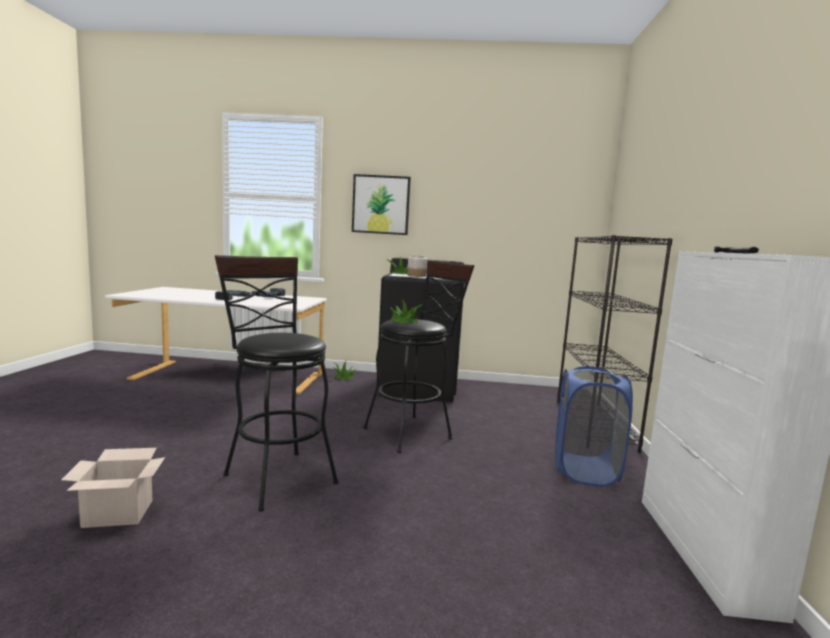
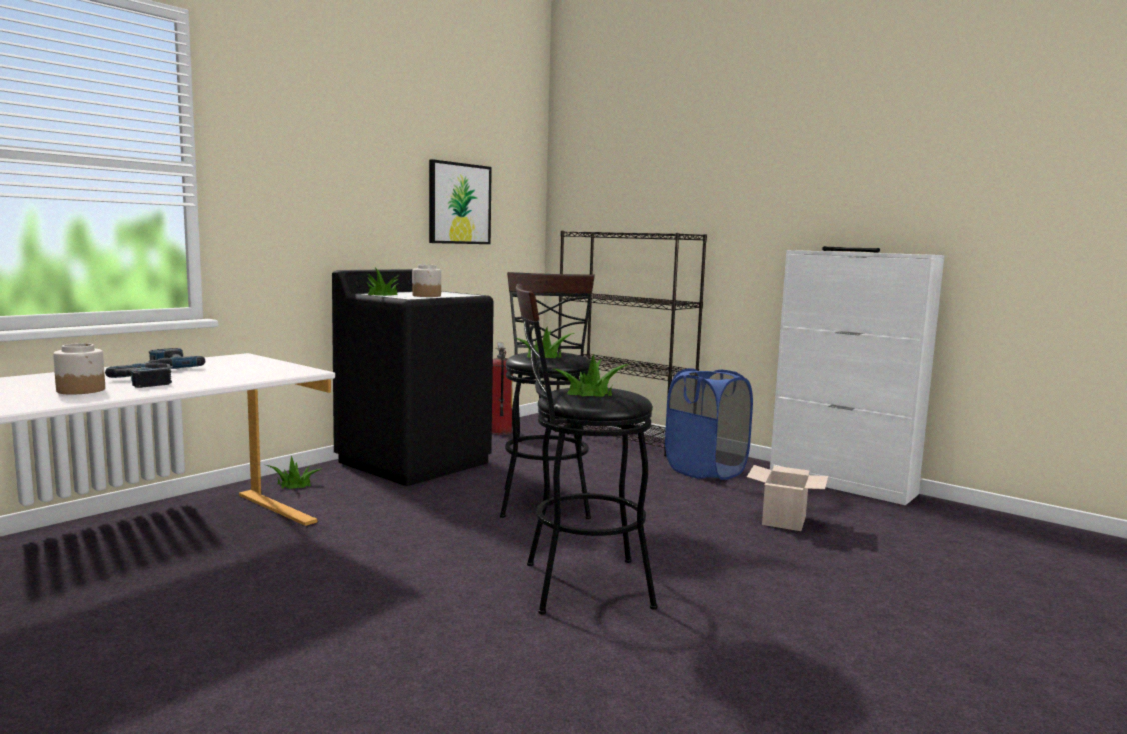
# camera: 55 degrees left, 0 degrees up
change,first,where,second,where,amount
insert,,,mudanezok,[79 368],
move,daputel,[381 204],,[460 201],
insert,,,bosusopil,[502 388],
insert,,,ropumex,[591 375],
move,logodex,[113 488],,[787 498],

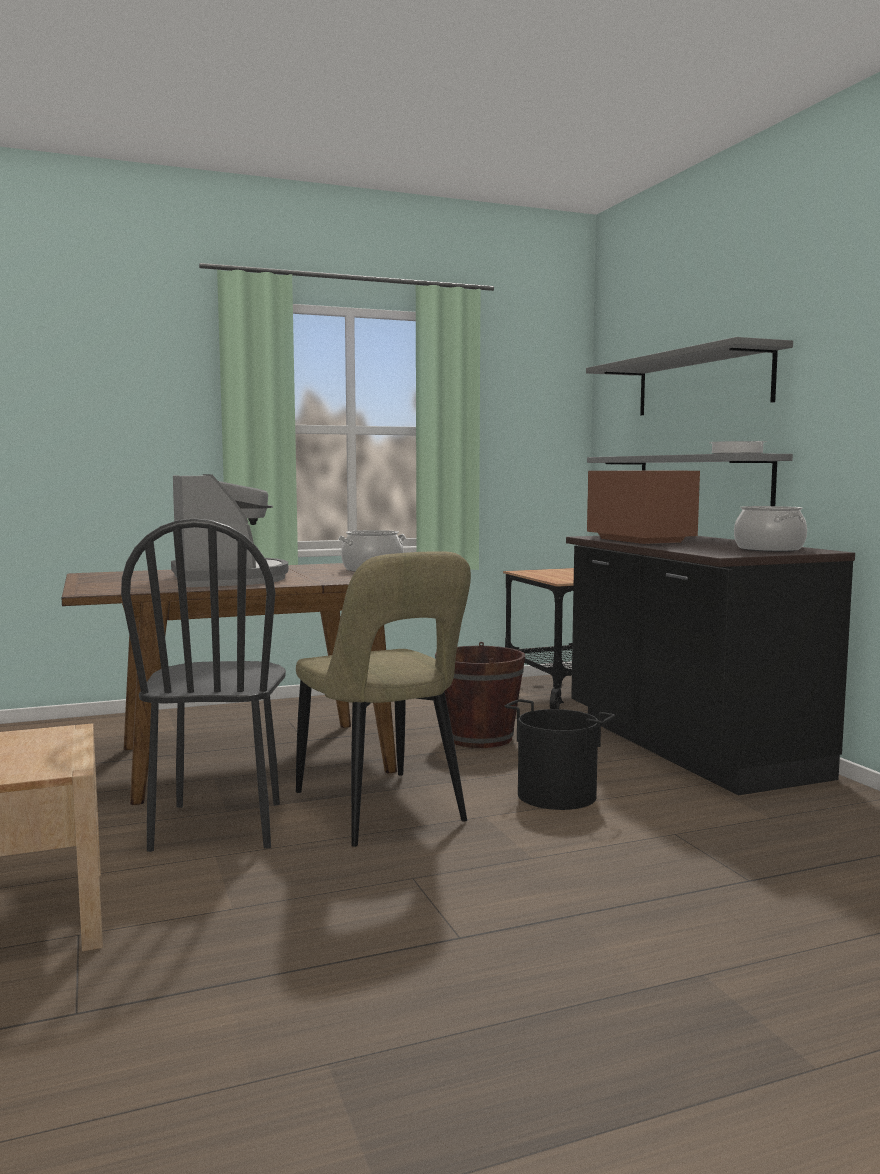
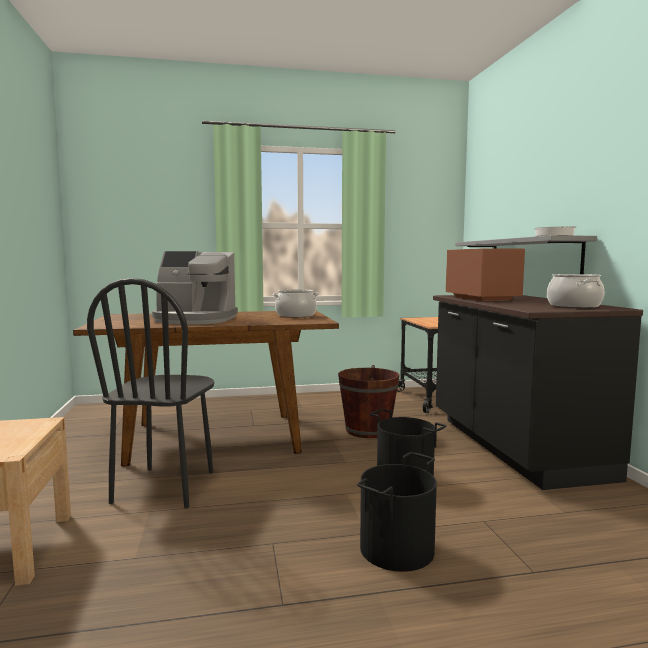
# camera: 10 degrees right, 0 degrees up
change,first,where,second,where,amount
rotate,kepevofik,[229 530],,[195 288],105 degrees clockwise
insert,,,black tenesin,[397 512],
delete,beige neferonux,[383 699],,,
delete,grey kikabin,[689 376],,,

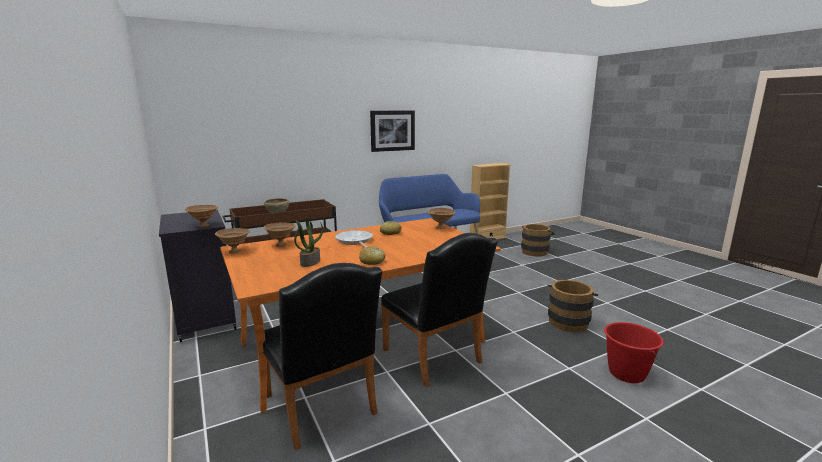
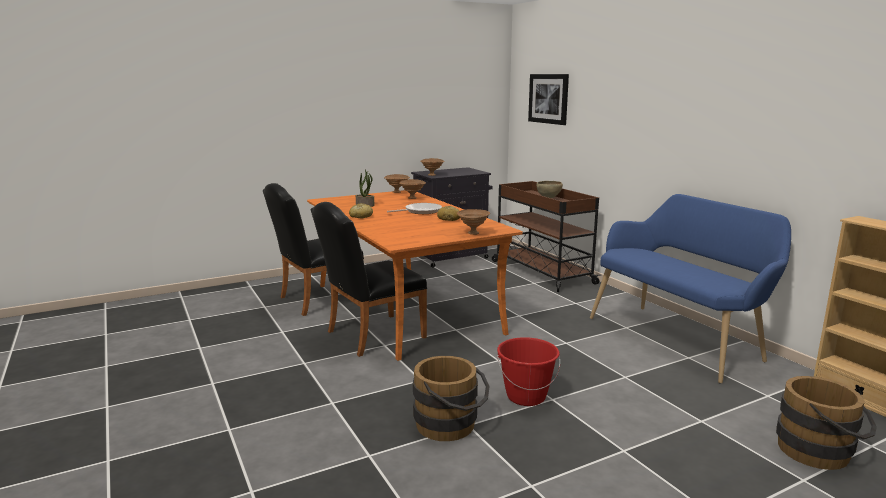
# camera: 90 degrees right, 0 degrees up
change,first,where,second,where,amount
move,red tenesin,[634 352],,[528 371],
move,daputel,[392 131],,[548 99],

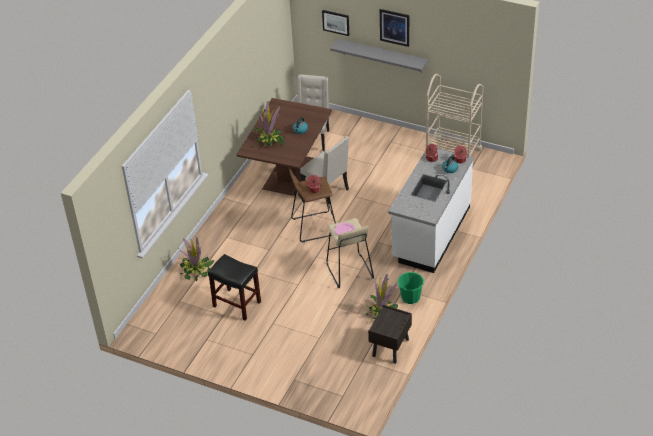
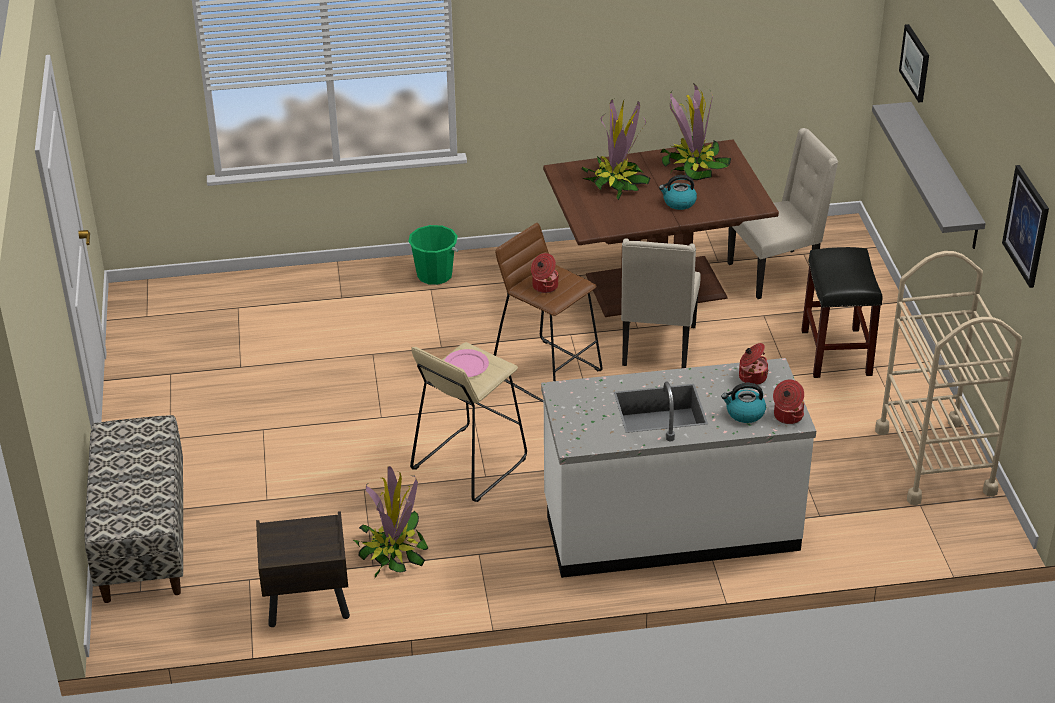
# camera: 55 degrees right, 5 degrees down
change,first,where,second,where,amount
insert,,,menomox,[133 509],
move,green tenesin,[410 288],,[433 255],
move,ropumex,[196 258],,[696 131],
move,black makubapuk,[234 287],,[841 312],
move,daputel,[394 28],,[1025 226],

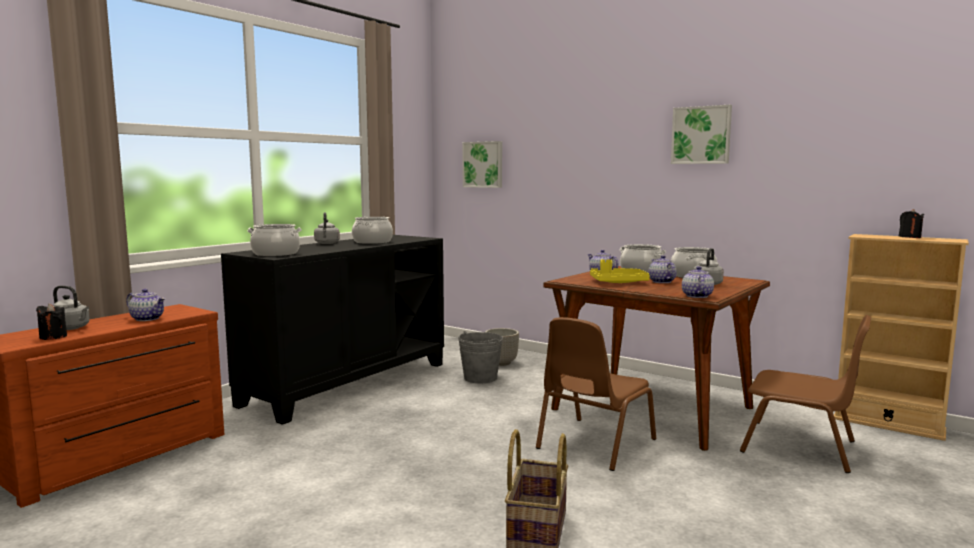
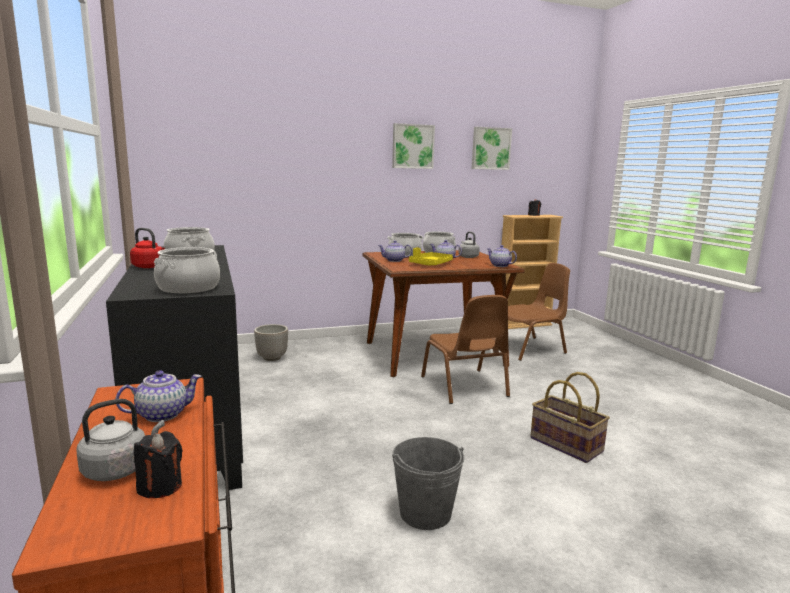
# camera: 55 degrees left, 5 degrees up
change,first,where,second,where,amount
recolor,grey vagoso,[327 228],red vagoso,[147 248],
move,grey tenesin,[480 357],,[428 483],
move,daputel,[482 164],,[492 148],

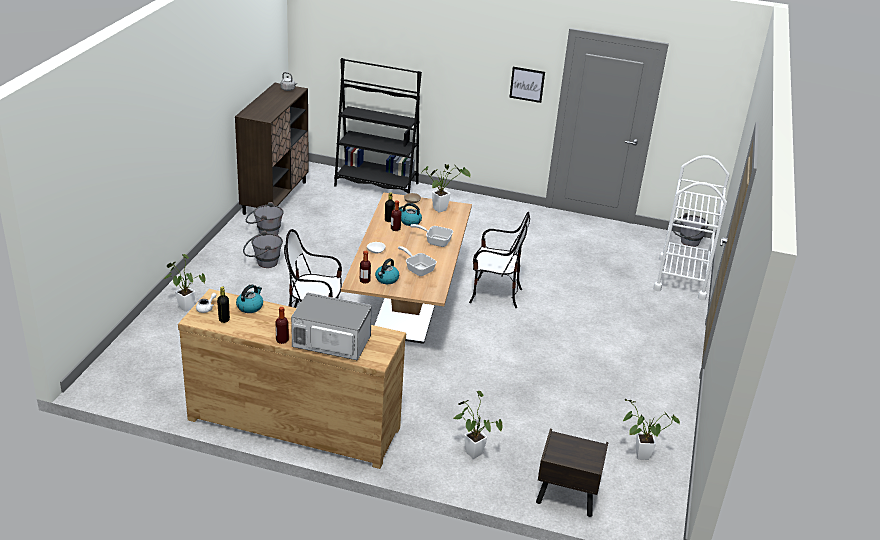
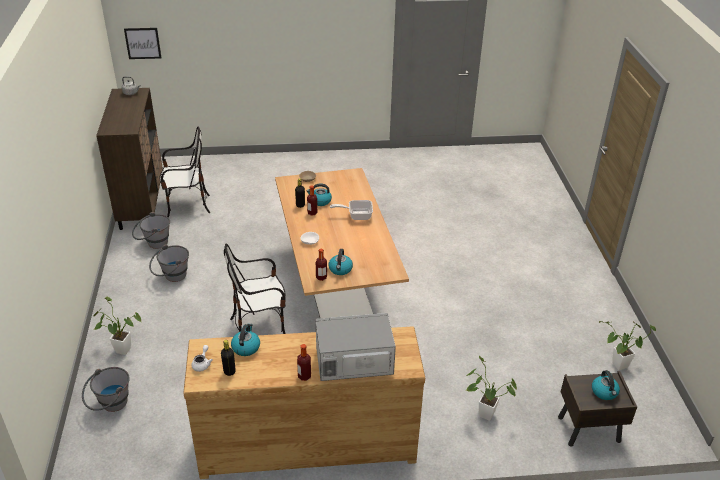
# camera: 20 degrees left, 5 degrees up
change,first,where,second,where,amount
move,grey tenesin,[690 230],,[106 389],
move,daputel,[527 85],,[142 43],
move,neferonux,[499 260],,[185 172],
insert,,,vagoso,[606 385],
delete,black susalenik,[378 126],,,
delete,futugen,[417 261],,,
delete,ropumex,[446 188],,,
delete,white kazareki,[691 227],,,

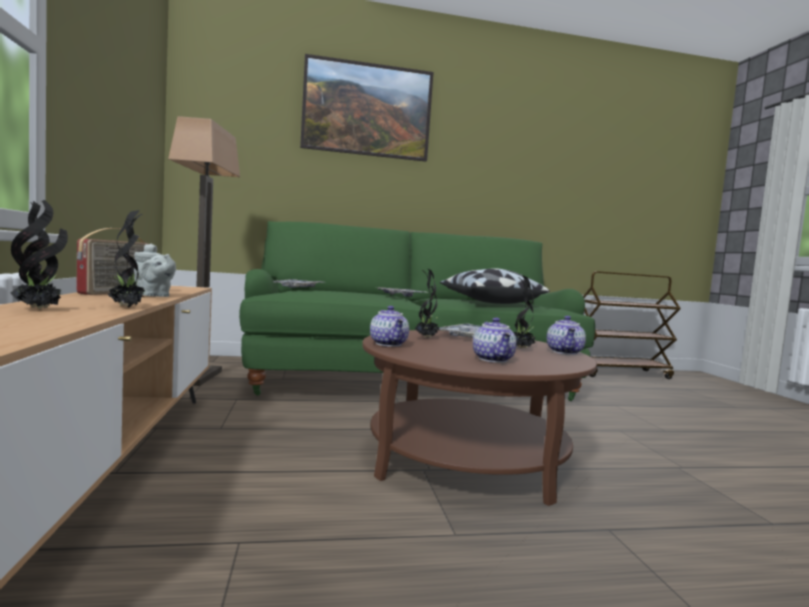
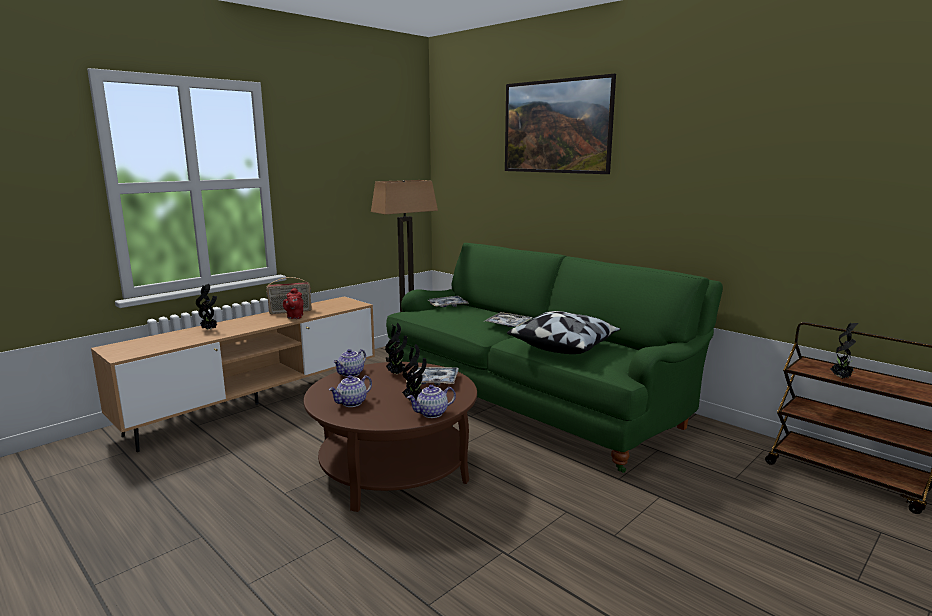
# camera: 55 degrees right, 10 degrees up
change,first,where,second,where,amount
recolor,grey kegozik,[155 270],red kegozik,[293 303],
move,ropumex,[128 259],,[844 351],

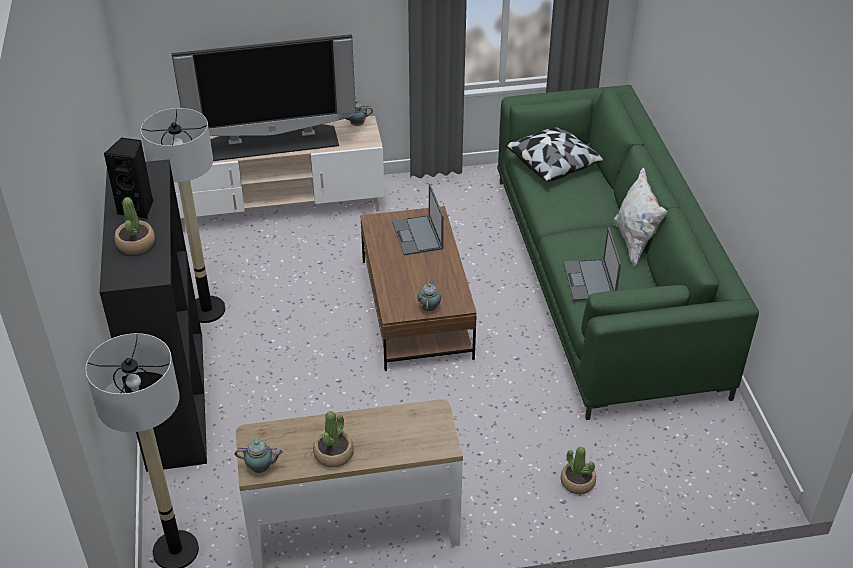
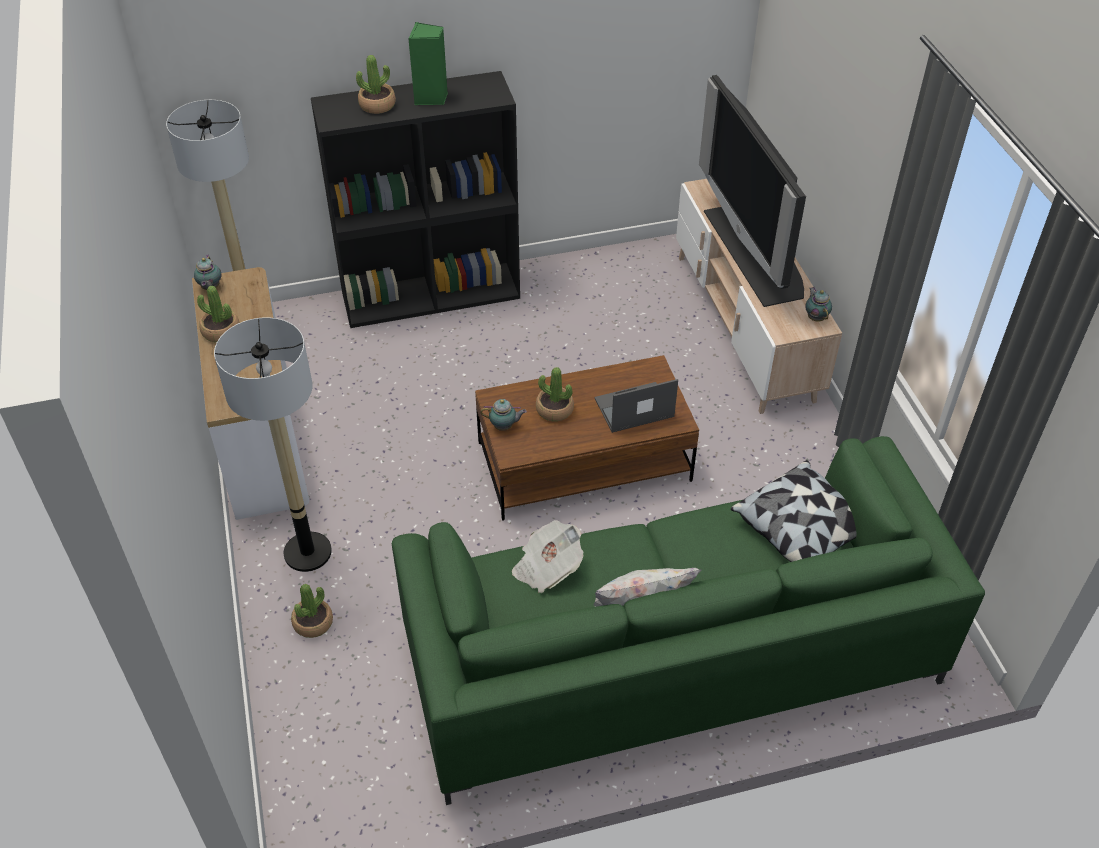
# camera: 85 degrees right, 5 degrees up
change,first,where,second,where,amount
move,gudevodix,[183 215],,[273 444],
recolor,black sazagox,[128 178],green sazagox,[428 64],
replace,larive,[592 264],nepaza,[548 556],
insert,,,ropumex,[555 394],

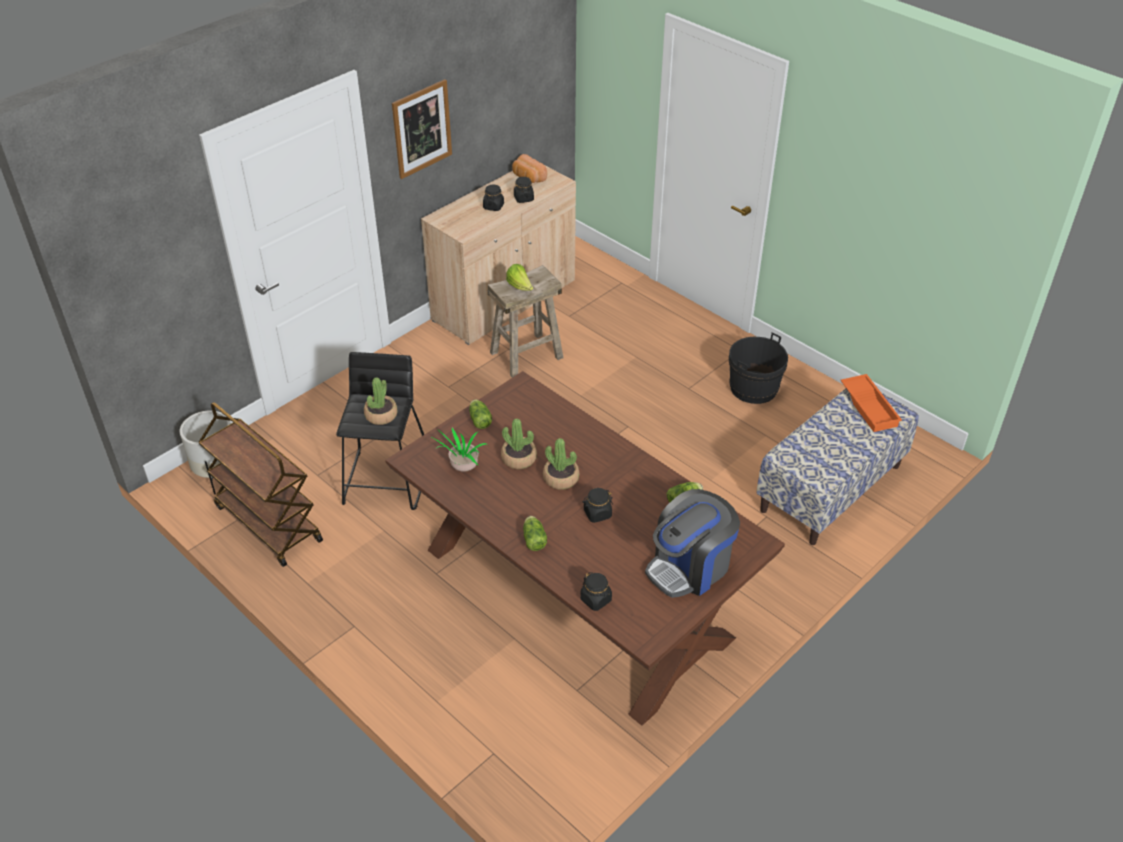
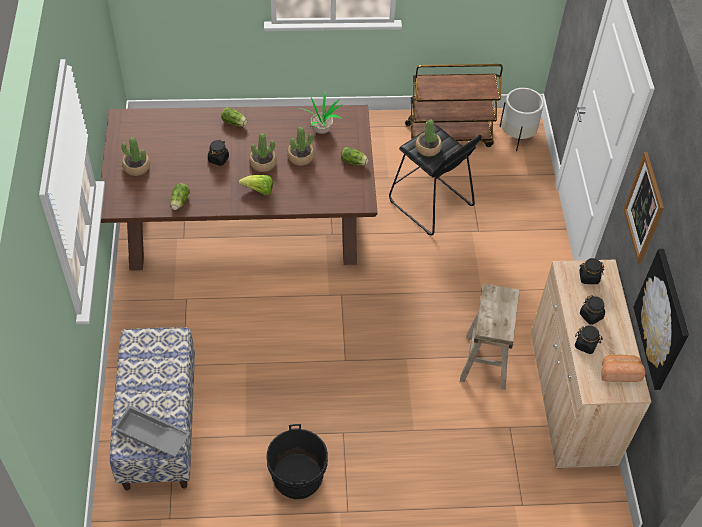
# camera: 130 degrees right, 10 degrees up
change,first,where,second,where,amount
recolor,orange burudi,[871 403],grey burudi,[151 431],
replace,kepevofik,[692 543],ropumex,[135 156],
move,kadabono,[519 277],,[255 185],
move,black mudanezok,[596 591],,[592 271],
insert,,,daputel,[661 319],

